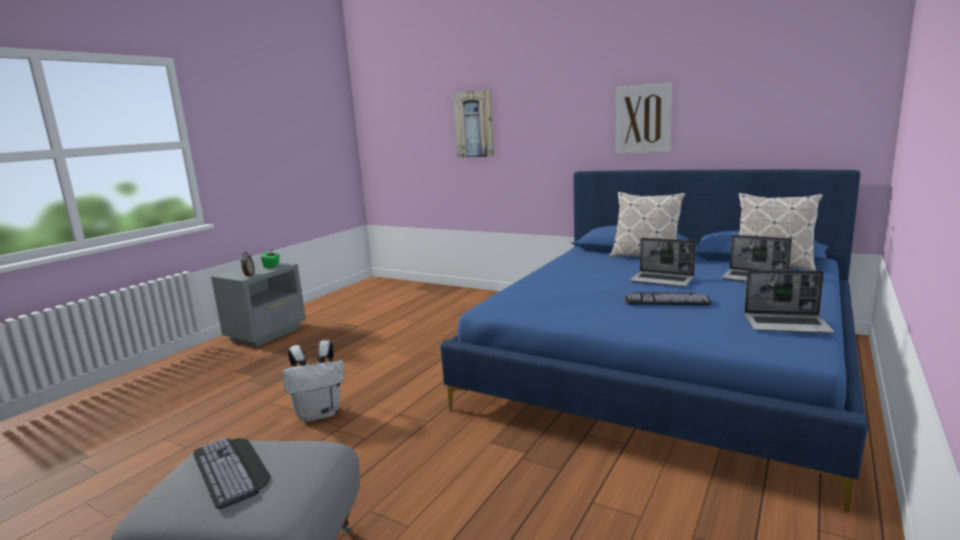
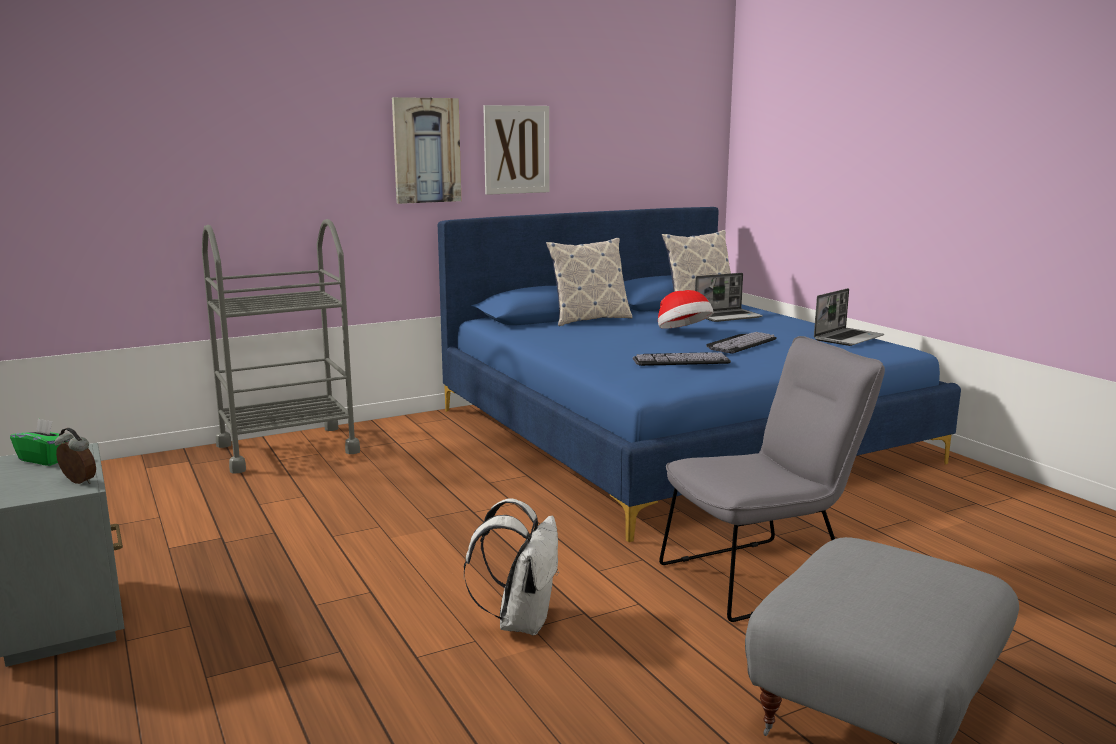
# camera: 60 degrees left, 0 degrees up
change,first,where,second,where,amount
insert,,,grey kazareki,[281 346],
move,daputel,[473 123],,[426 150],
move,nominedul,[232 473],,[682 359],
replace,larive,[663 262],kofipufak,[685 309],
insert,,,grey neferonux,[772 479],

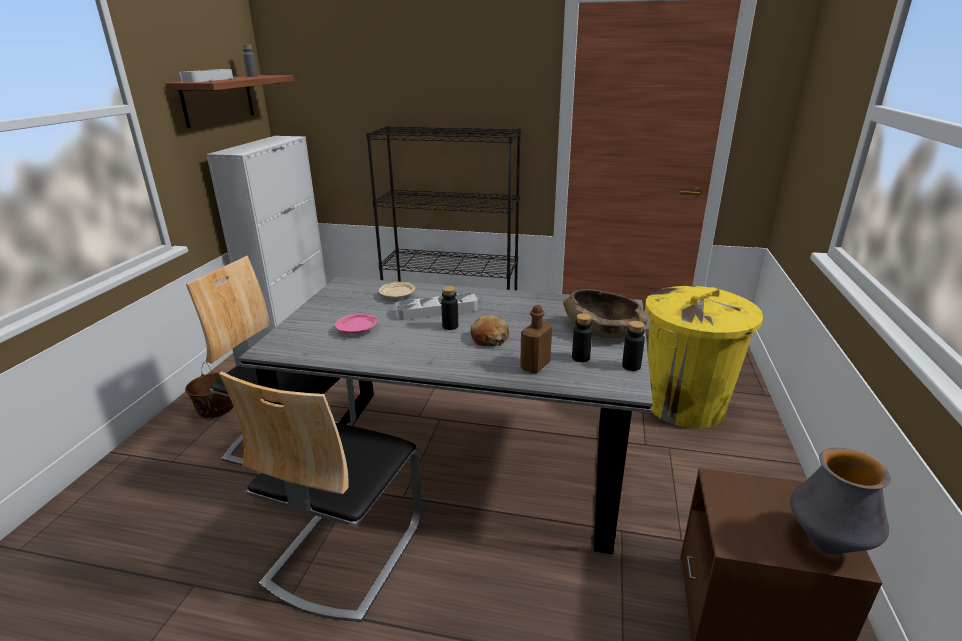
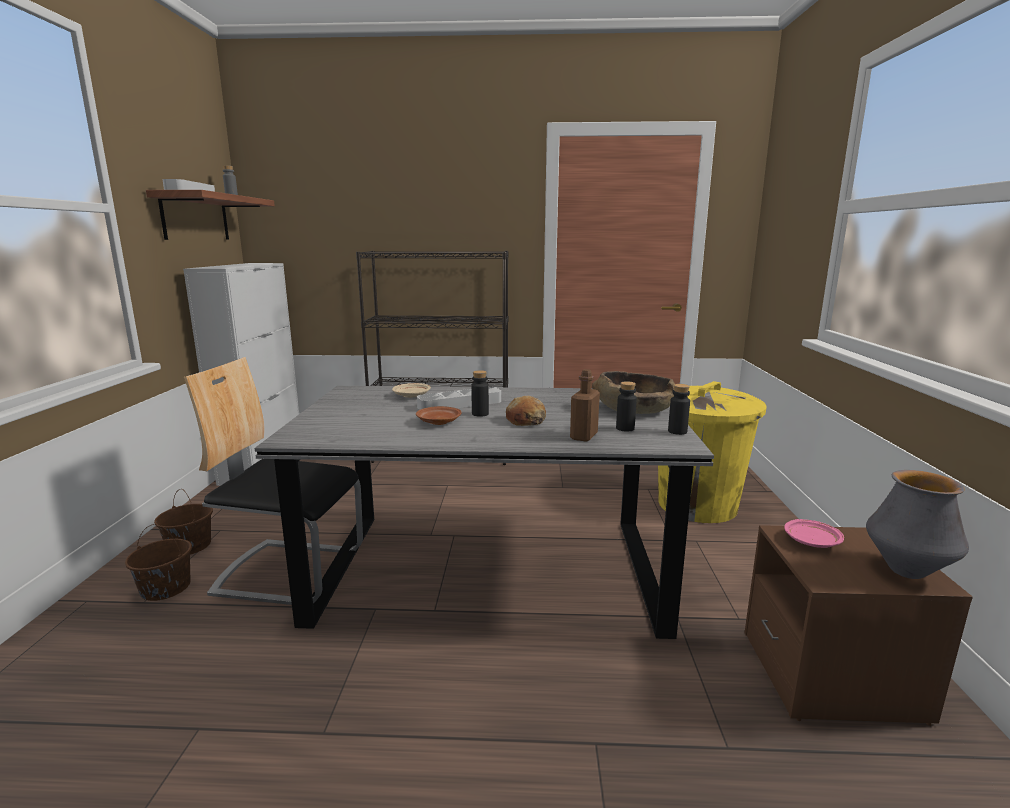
# camera: 10 degrees left, 10 degrees down
change,first,where,second,where,amount
insert,,,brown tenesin,[158 562],
insert,,,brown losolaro,[438 415],
move,pink losolaro,[356 323],,[814 533],
delete,neferonux,[320 496],,,

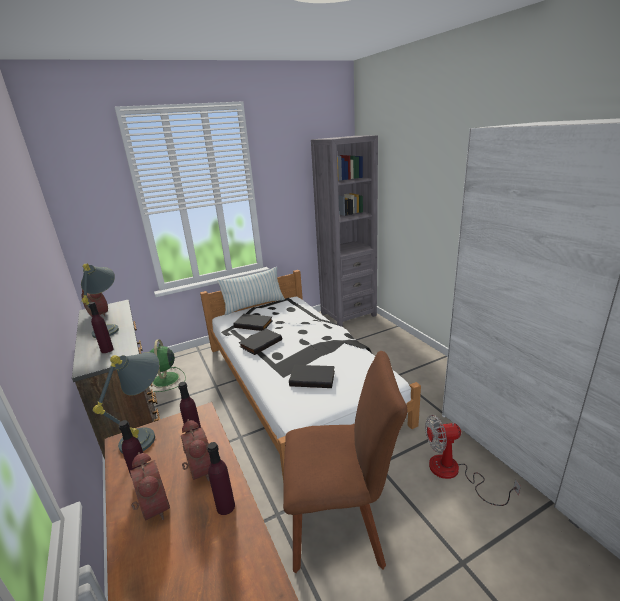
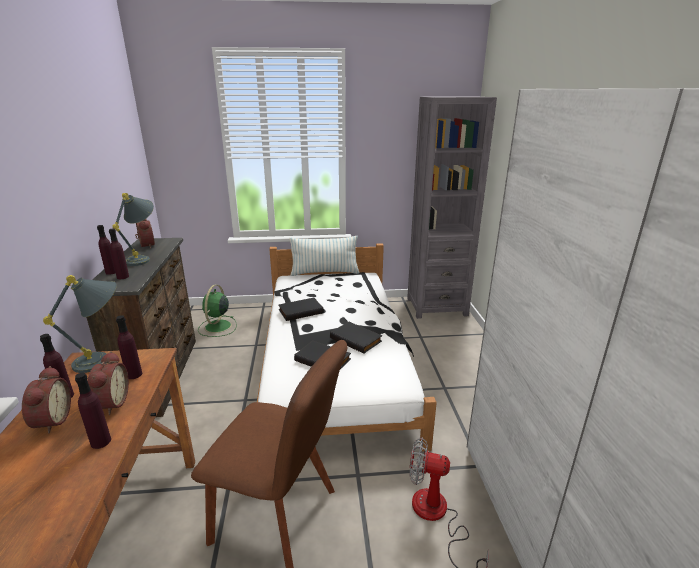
# camera: 20 degrees right, 0 degrees up
change,first,where,second,where,amount
insert,,,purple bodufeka,[106 250],
move,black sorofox,[253 322],,[356 337],

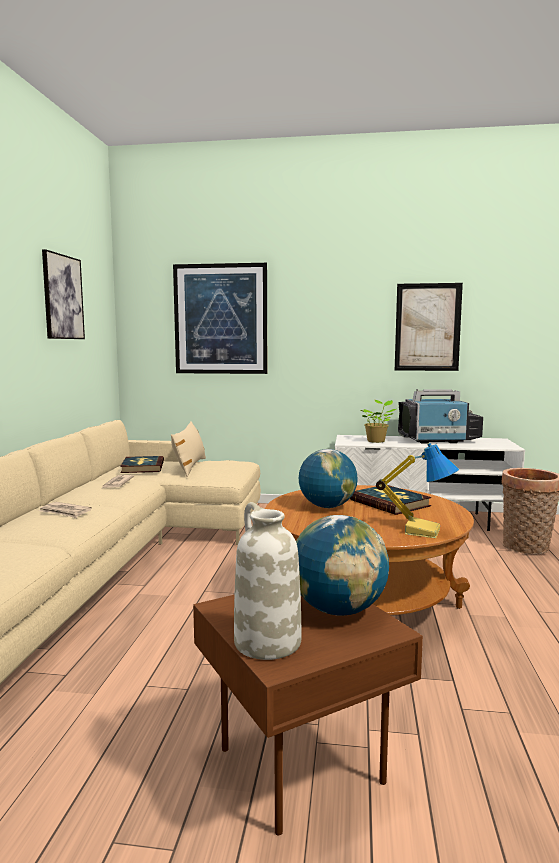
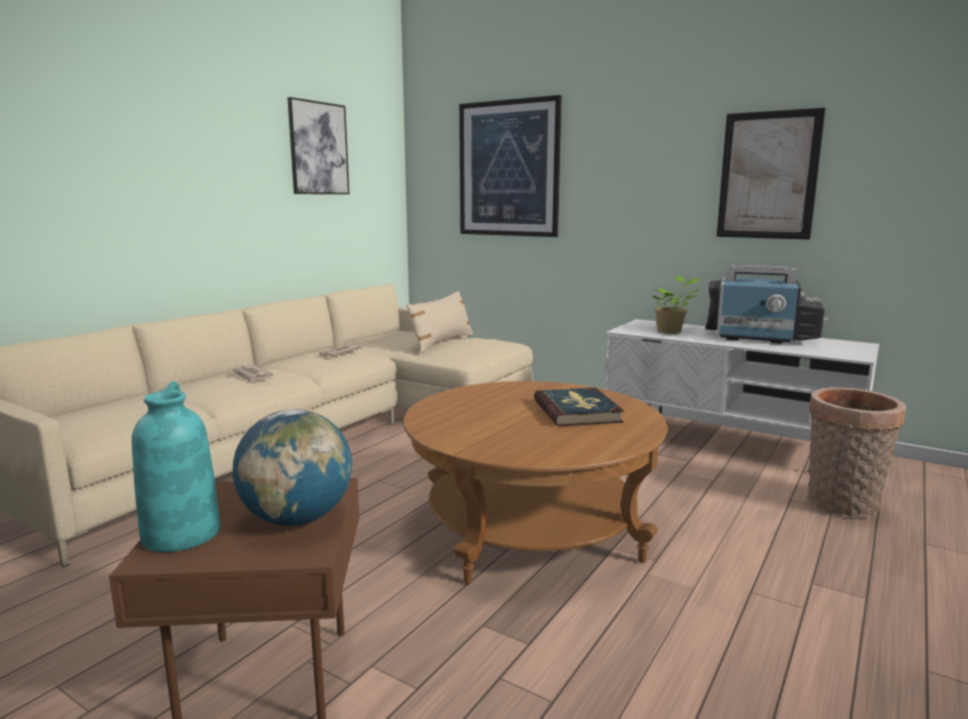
# camera: 25 degrees right, 5 degrees up
change,first,where,second,where,amount
recolor,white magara,[267 581],turquoise magara,[176 466],
delete,sorofox,[142 464],,,
delete,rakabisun,[328 478],,,
delete,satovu,[417 490],,,

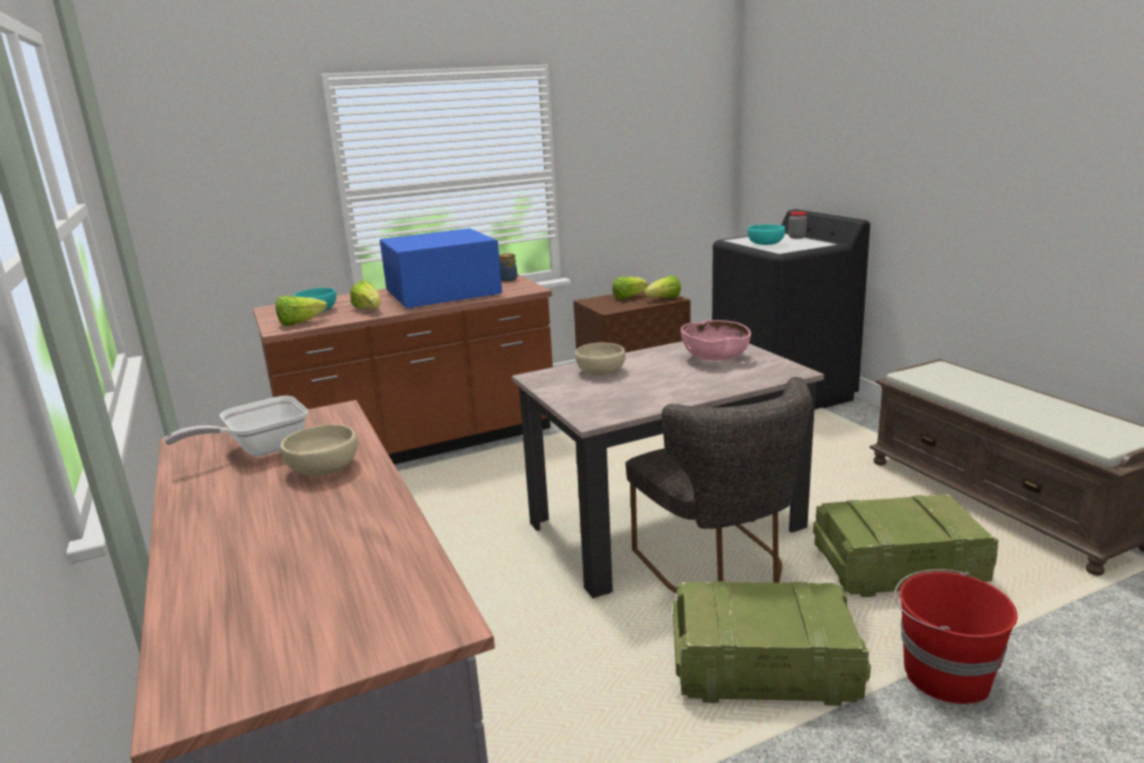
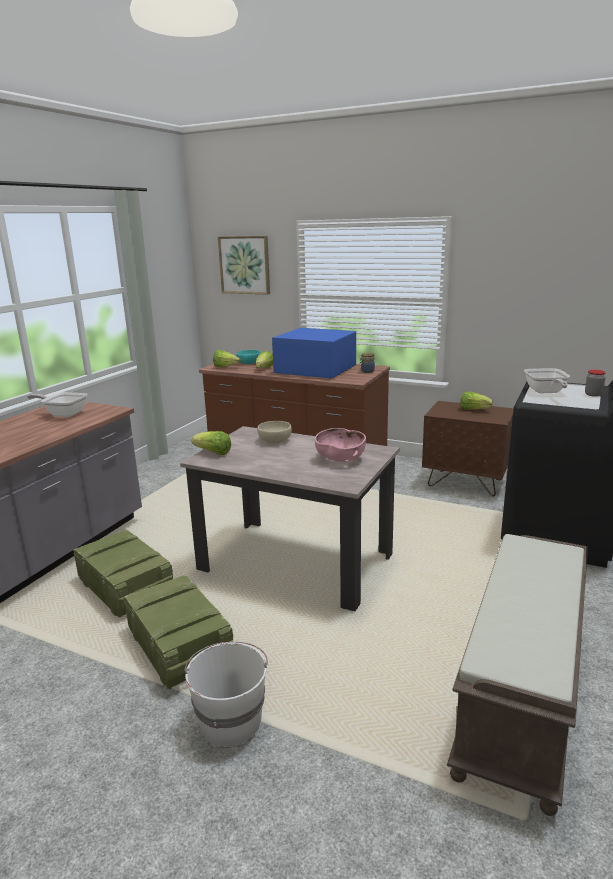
# camera: 50 degrees right, 0 degrees up
change,first,where,second,where,amount
move,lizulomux,[906 545],,[123 573],
recolor,red tenesin,[956 636],white tenesin,[226 695],
move,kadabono,[662 286],,[211 443],
insert,,,daputel,[244 265],
replace,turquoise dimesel,[766 234],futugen,[547 380],
delete,beige dimesel,[318 450],,,
delete,grey neferonux,[719 485],,,

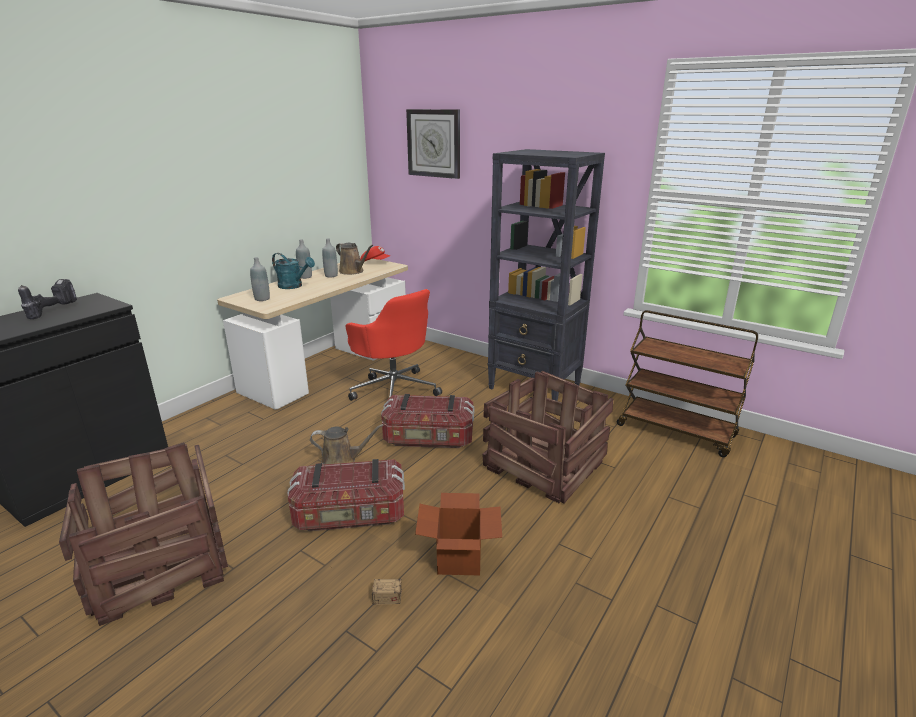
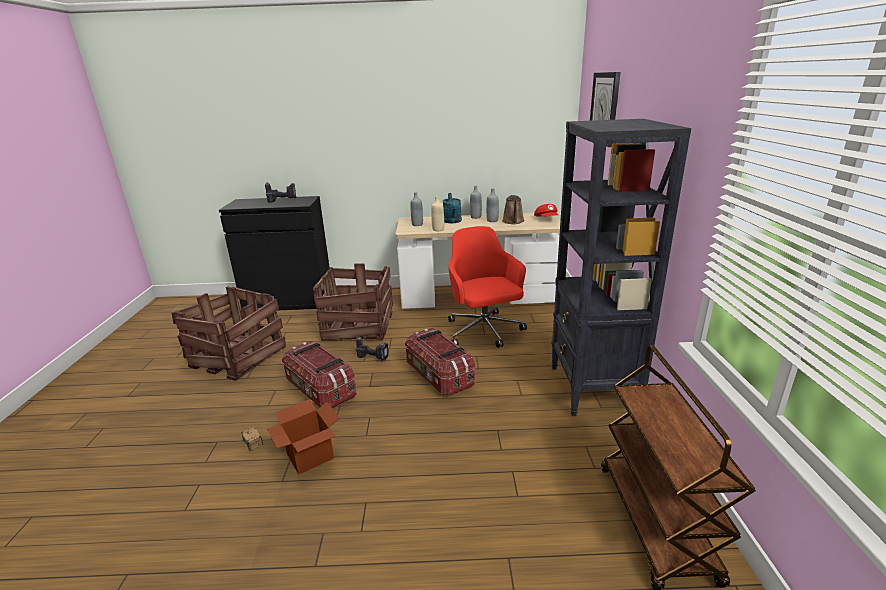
# camera: 55 degrees right, 0 degrees up
change,first,where,second,where,amount
move,lizulomux,[547 437],,[353 302],
replace,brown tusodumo,[347 444],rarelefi,[372 348],
insert,,,beige bodufeka,[437 213],
rotate,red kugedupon,[394 345],,[487 287],150 degrees clockwise

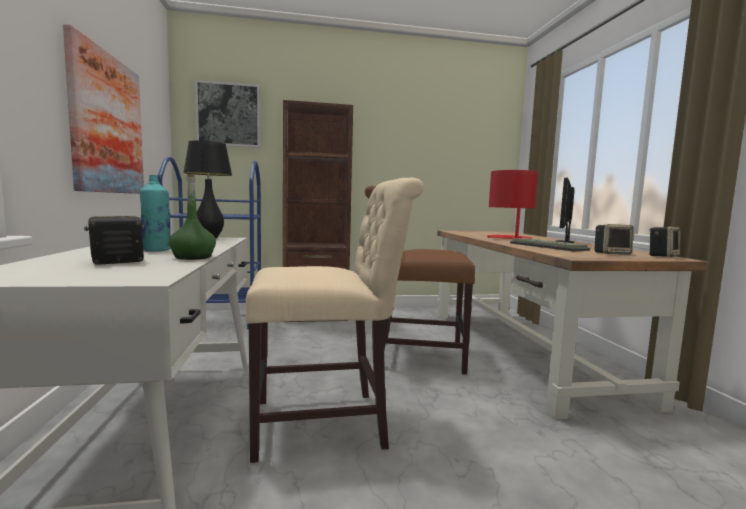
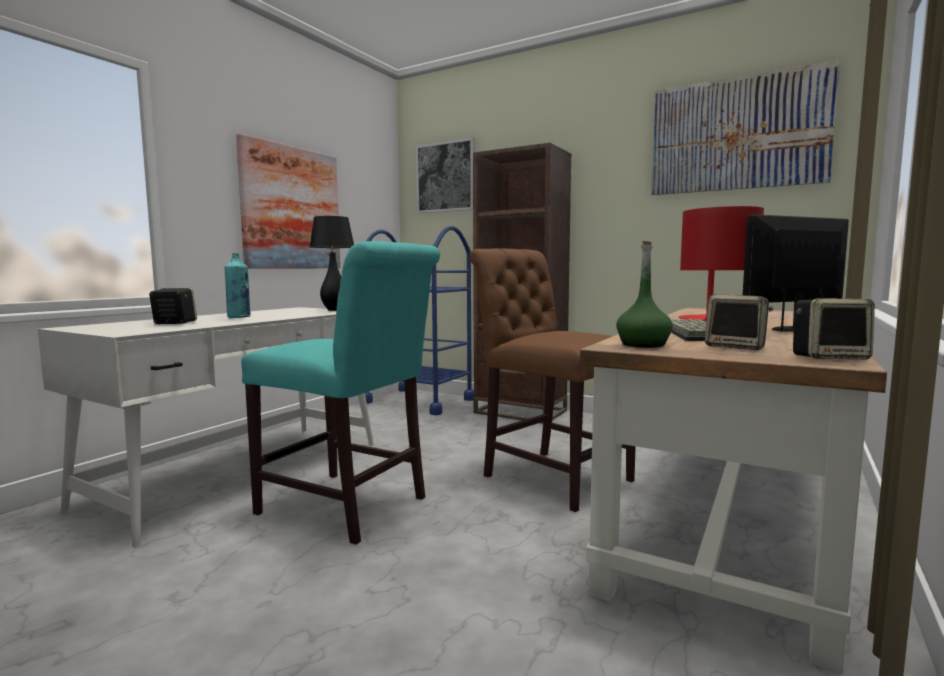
# camera: 40 degrees right, 0 degrees up
change,first,where,second,where,amount
recolor,beige neferonux,[335 320],turquoise neferonux,[340 393],
move,green bodufeka,[192 217],,[644 294],
insert,,,daputel,[745 127],

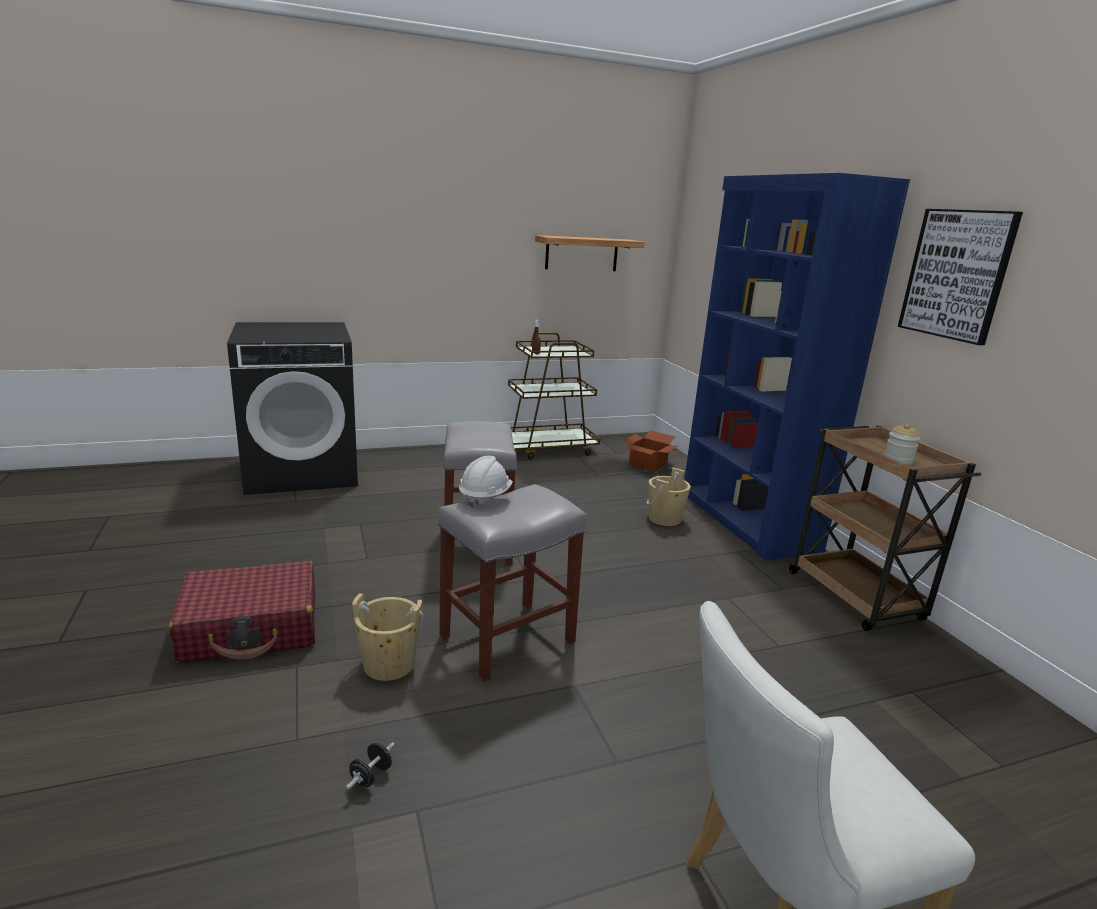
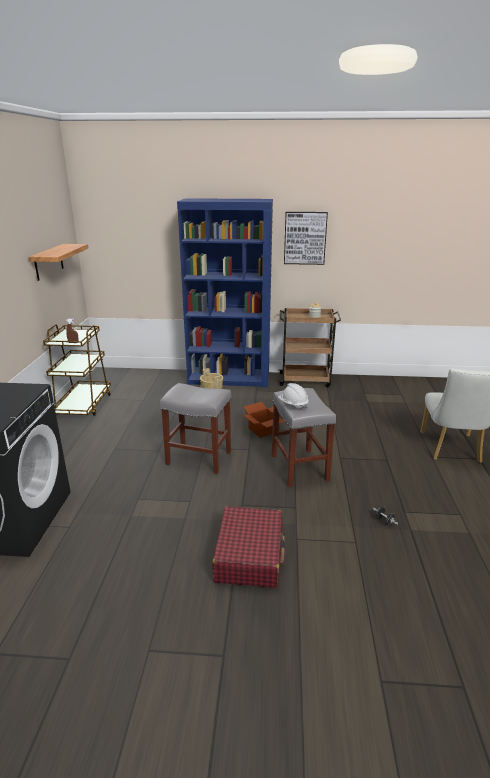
# camera: 65 degrees left, 5 degrees up
change,first,where,second,where,amount
move,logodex,[651 451],,[264 420],
delete,beige tenesin,[388 637],,,

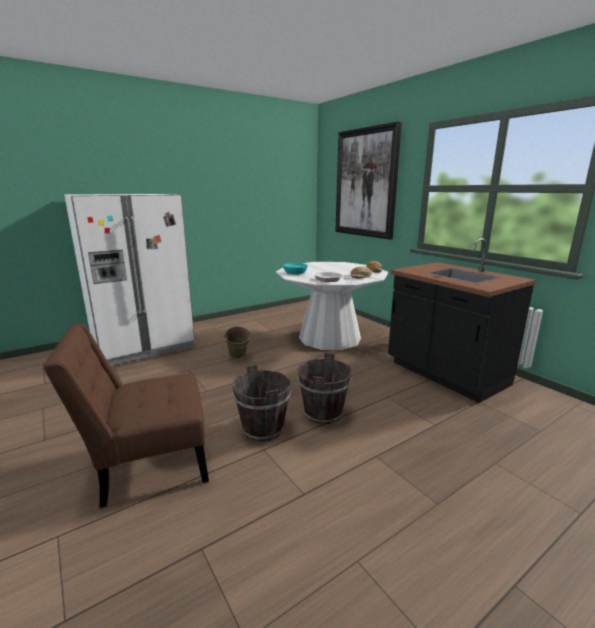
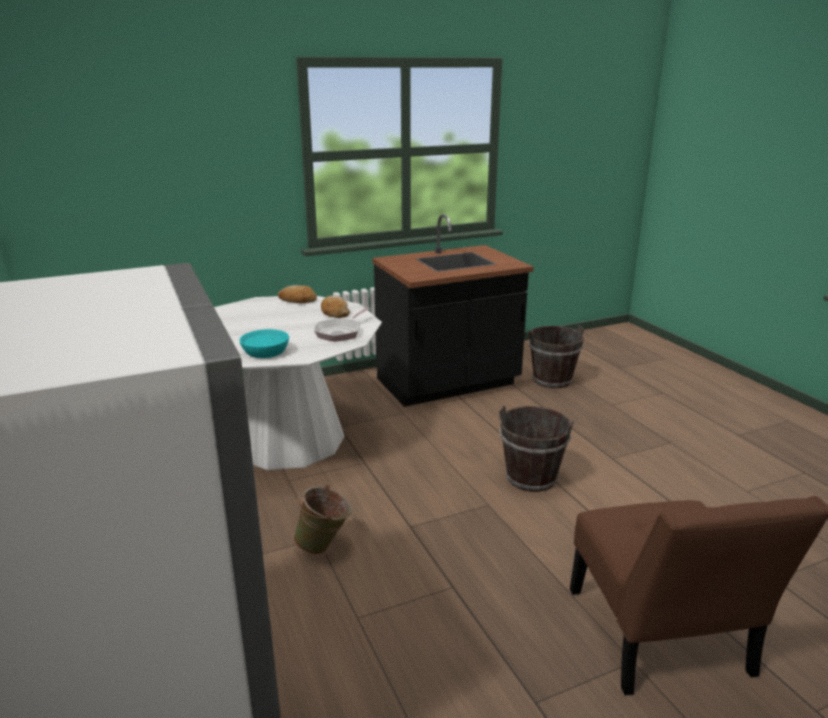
# camera: 80 degrees left, 5 degrees up
change,first,where,second,where,amount
move,brown tenesin,[261 403],,[556 356],
delete,daputel,[368 180],,,

